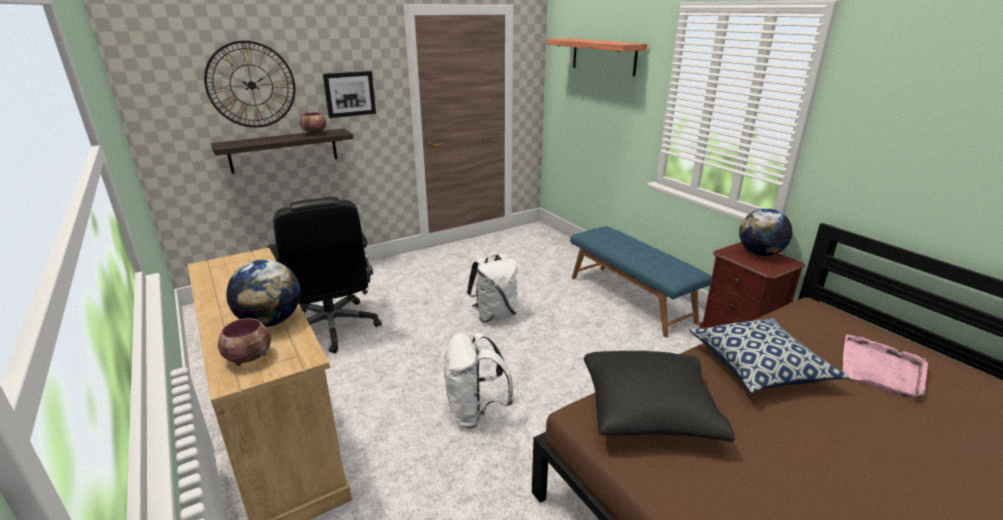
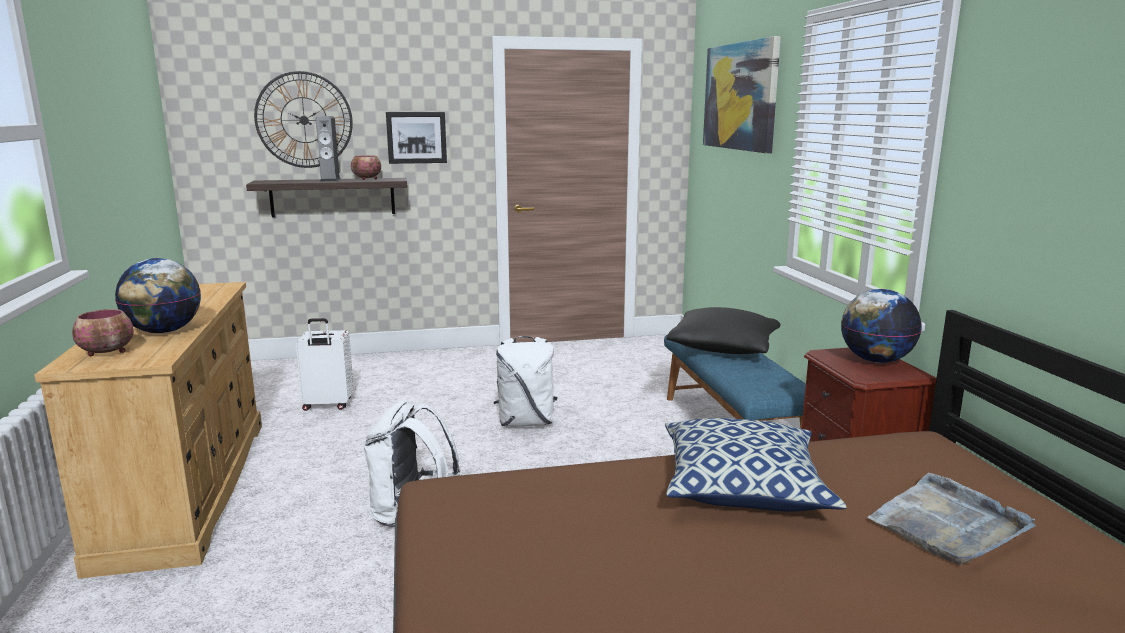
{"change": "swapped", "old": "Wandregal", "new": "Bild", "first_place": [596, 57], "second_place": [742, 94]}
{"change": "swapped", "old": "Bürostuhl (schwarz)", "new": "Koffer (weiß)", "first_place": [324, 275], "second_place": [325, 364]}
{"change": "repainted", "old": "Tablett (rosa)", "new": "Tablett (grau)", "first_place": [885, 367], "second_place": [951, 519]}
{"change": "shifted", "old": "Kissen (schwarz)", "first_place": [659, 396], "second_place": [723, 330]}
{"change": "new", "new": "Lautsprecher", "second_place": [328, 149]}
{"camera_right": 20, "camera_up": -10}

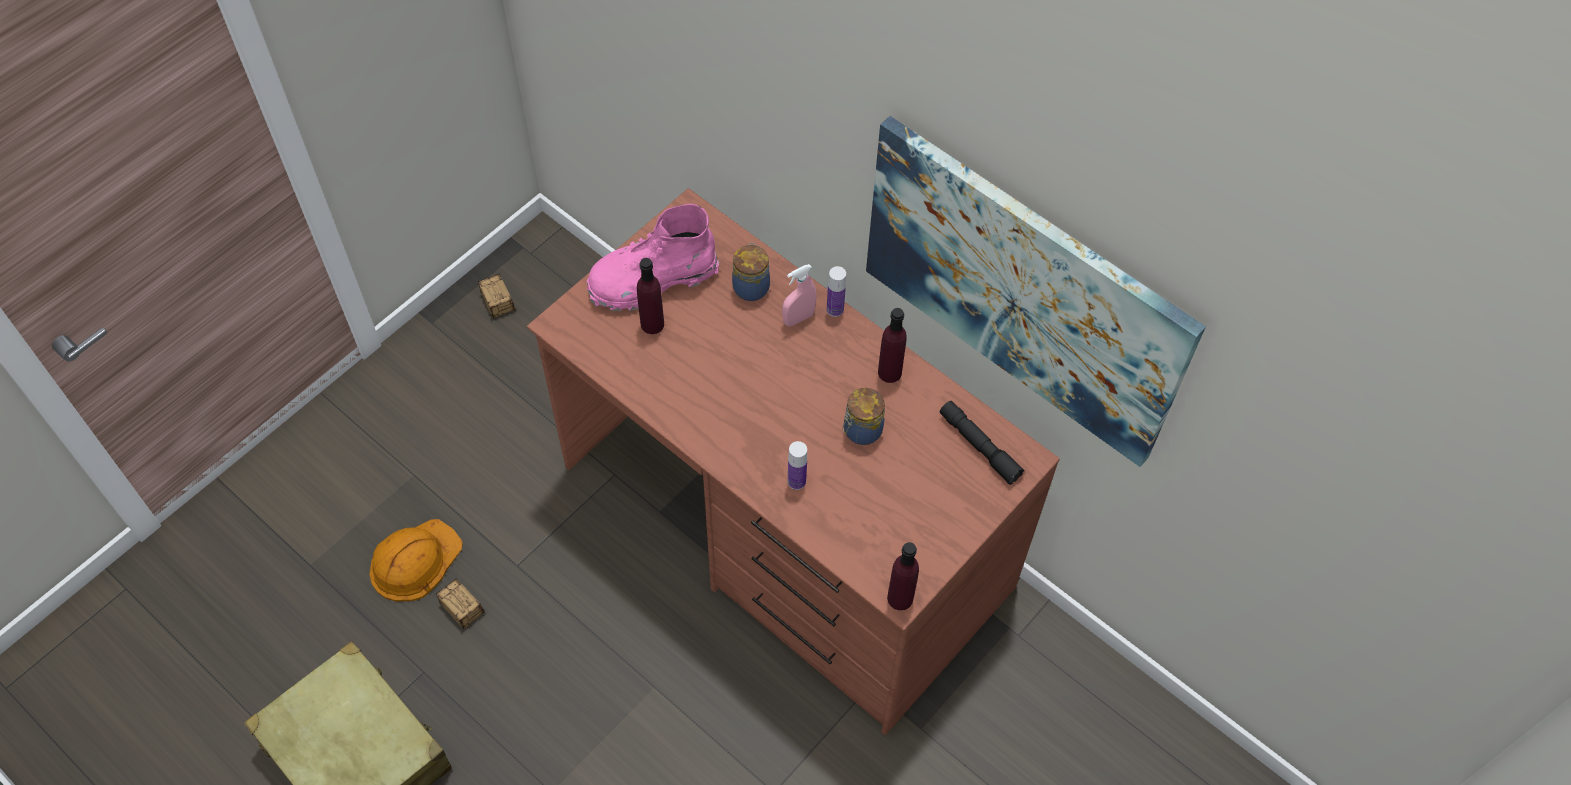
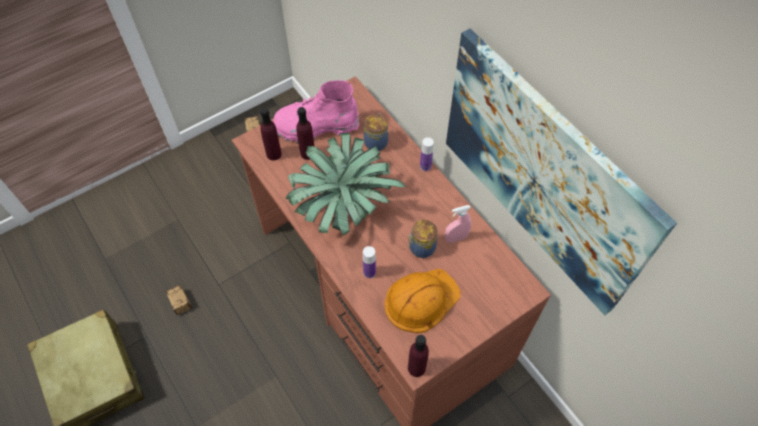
{"change": "shifted", "old": "Sprühflasche (rosa)", "first_place": [799, 295], "second_place": [458, 224]}
{"change": "shifted", "old": "Flasche (lila)", "first_place": [892, 345], "second_place": [271, 134]}
{"change": "gone", "old": "Taschenlampe (schwarz)", "first_place": [981, 443]}
{"change": "shifted", "old": "Schutzhelm (orange)", "first_place": [416, 560], "second_place": [422, 301]}
{"change": "new", "new": "Topfpflanze", "second_place": [346, 184]}
{"camera_right": 15, "camera_up": 0}

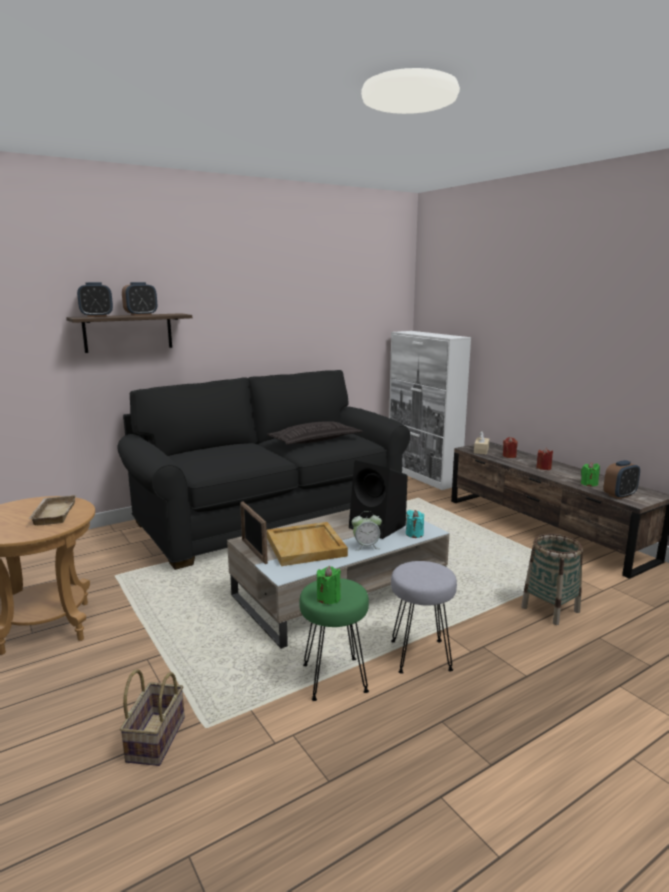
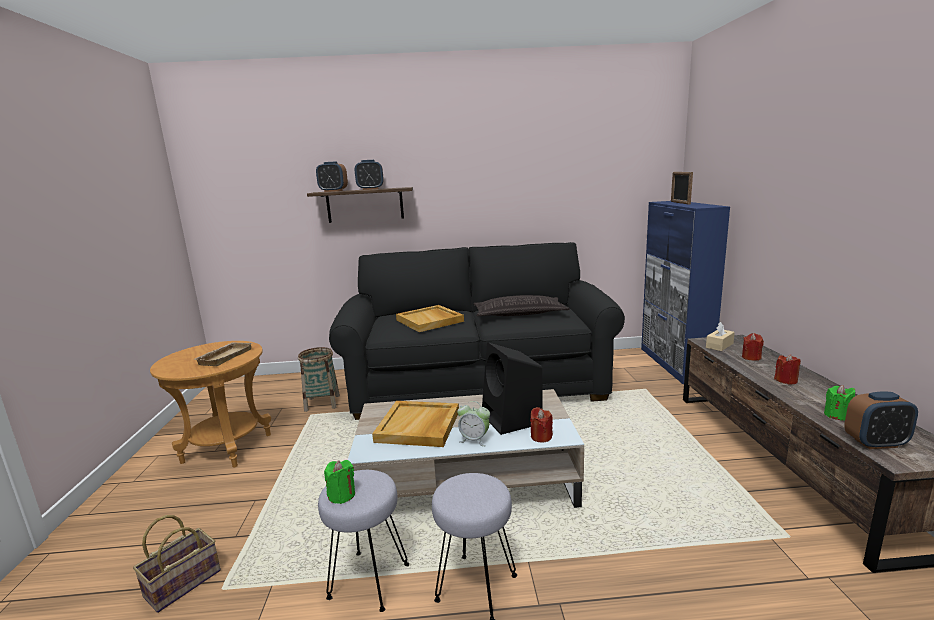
{"change": "repainted", "old": "Schrank (weiß)", "new": "Schrank (blau)", "first_place": [430, 410], "second_place": [685, 292]}
{"change": "shifted", "old": "Bilderrahmen", "first_place": [254, 532], "second_place": [682, 188]}
{"change": "repainted", "old": "Kerze (türkis)", "new": "Kerze (rot)", "first_place": [415, 524], "second_place": [541, 424]}
{"change": "shifted", "old": "Korb", "first_place": [552, 579], "second_place": [319, 379]}
{"change": "repainted", "old": "Hocker (grün)", "new": "Hocker (grau)", "first_place": [334, 639], "second_place": [363, 541]}
{"change": "new", "new": "Tablett (beige)", "second_place": [430, 318]}
{"camera_right": 30, "camera_up": 0}

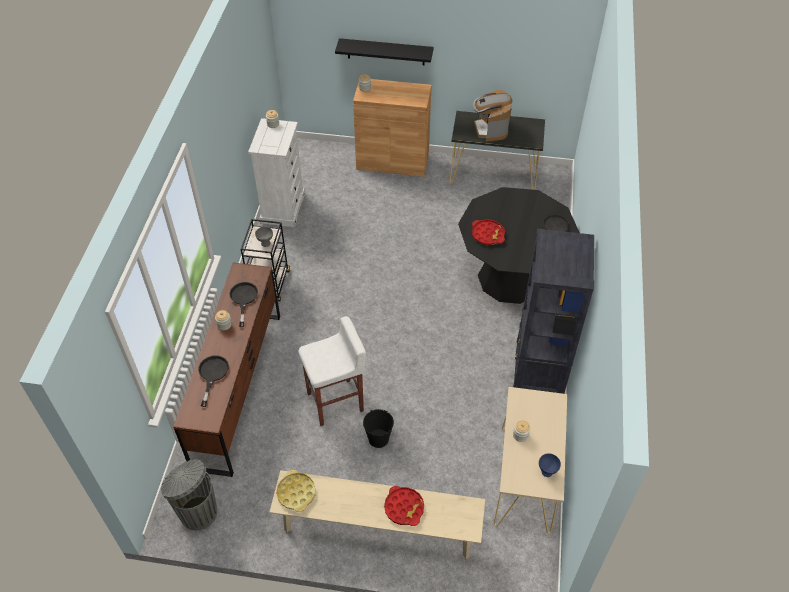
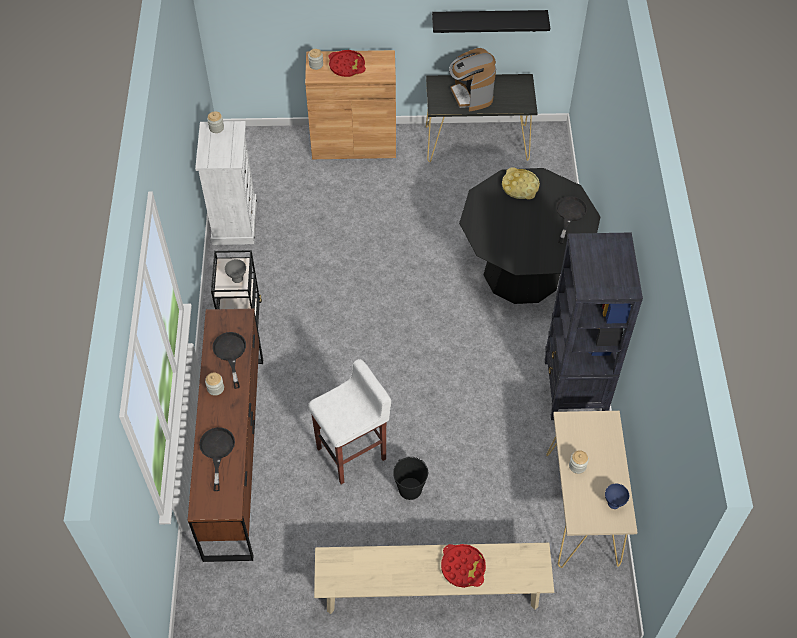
{"change": "shifted", "old": "Wandregal (schwarz)", "first_place": [384, 51], "second_place": [491, 21]}
{"change": "shifted", "old": "Tablett (rot)", "first_place": [488, 232], "second_place": [347, 63]}
{"change": "gone", "old": "Mülleimer (grau)", "first_place": [189, 494]}
{"change": "shifted", "old": "Tablett (gelb)", "first_place": [296, 491], "second_place": [521, 183]}
{"camera_right": -10, "camera_up": 5}

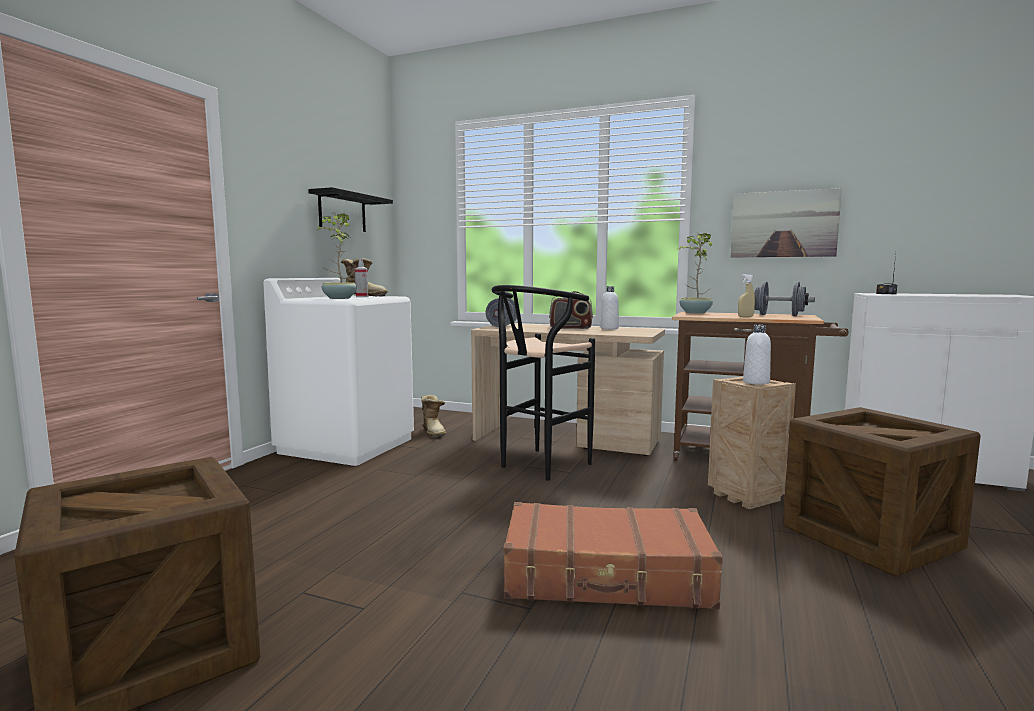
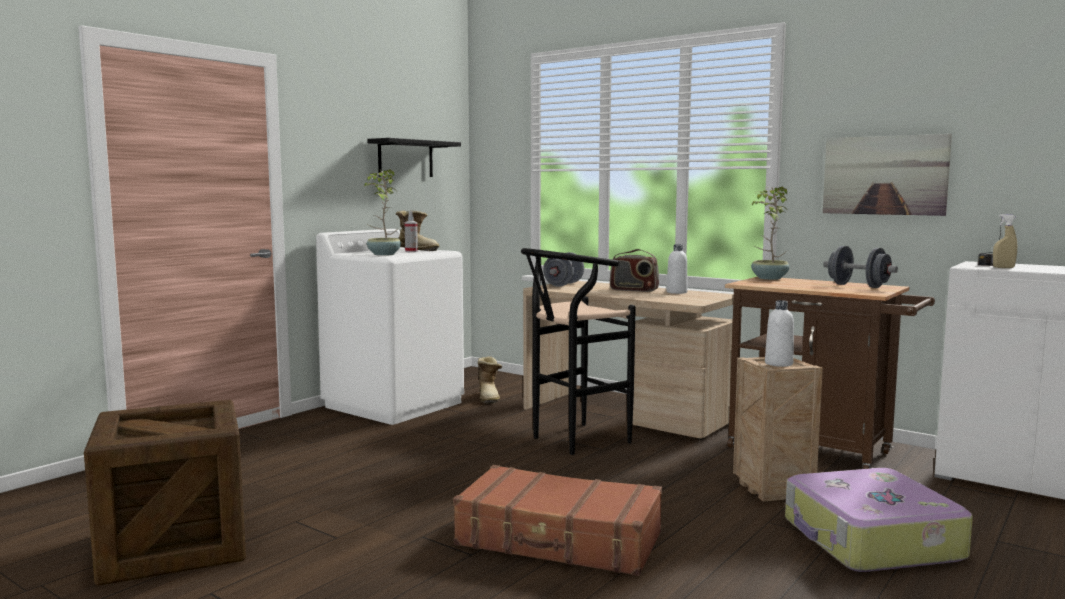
{"change": "shifted", "old": "Sprühflasche (beige)", "first_place": [746, 295], "second_place": [1005, 241]}
{"change": "swapped", "old": "Kiste", "new": "Koffer", "first_place": [882, 492], "second_place": [879, 520]}
{"camera_right": 15, "camera_up": 0}

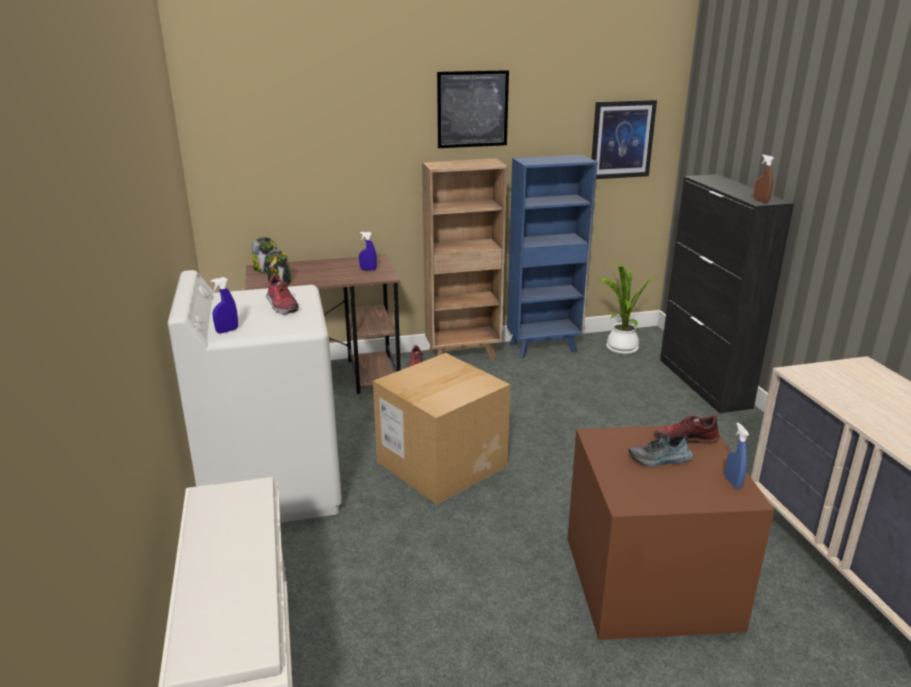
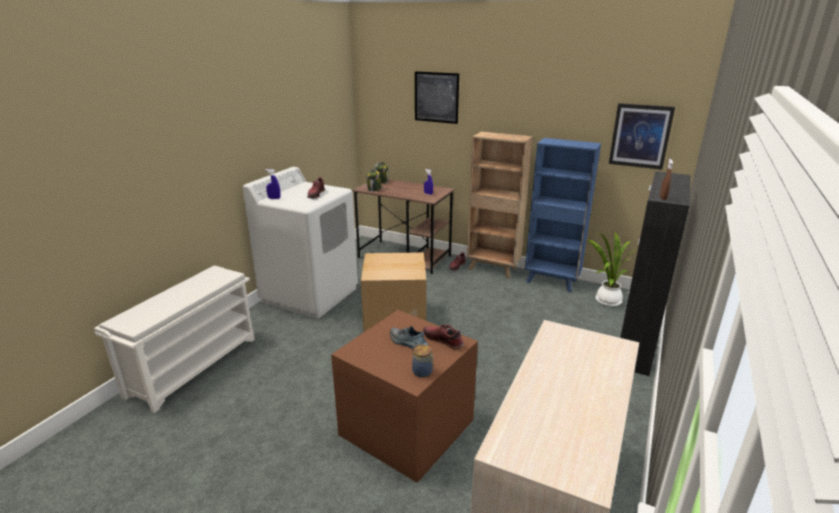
{"change": "shifted", "old": "Bild", "first_place": [473, 109], "second_place": [437, 97]}
{"change": "swapped", "old": "Sprühflasche (blau)", "new": "Vorratsglas", "first_place": [737, 456], "second_place": [423, 361]}
{"camera_right": 40, "camera_up": 0}

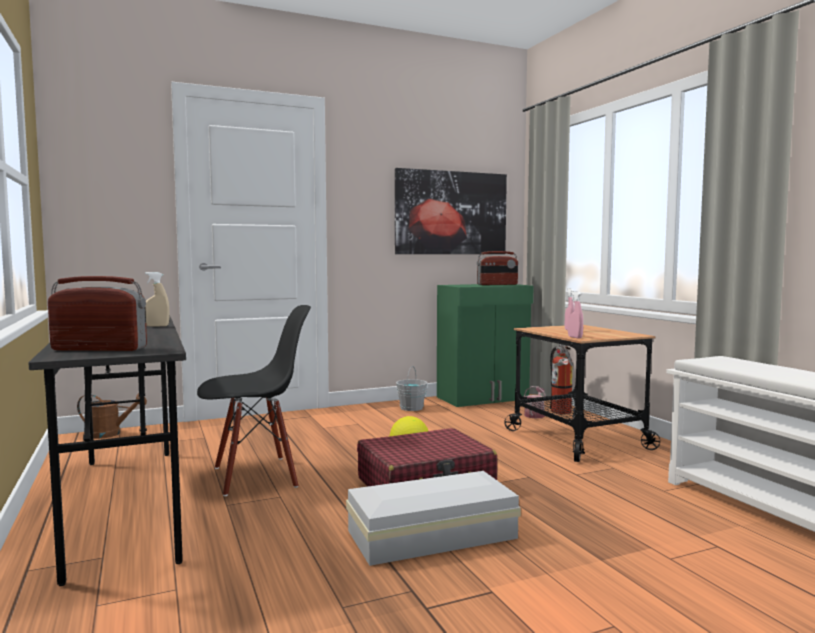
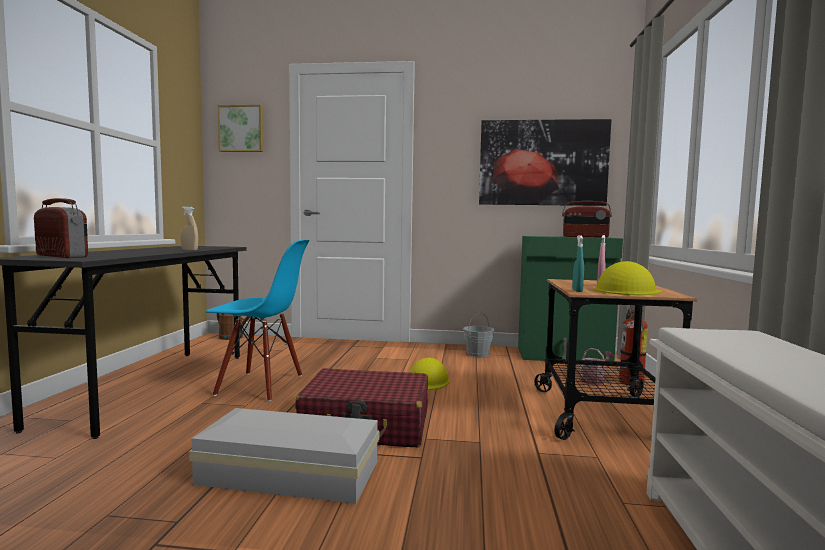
{"change": "repainted", "old": "Sprühflasche (rosa)", "new": "Sprühflasche (türkis)", "first_place": [575, 315], "second_place": [578, 263]}
{"change": "repainted", "old": "Stuhl (schwarz)", "new": "Stuhl (blau)", "first_place": [254, 400], "second_place": [257, 320]}
{"change": "new", "new": "Bild", "second_place": [241, 128]}
{"change": "new", "new": "Schutzhelm (gelb)", "second_place": [628, 278]}
{"camera_right": 30, "camera_up": 0}

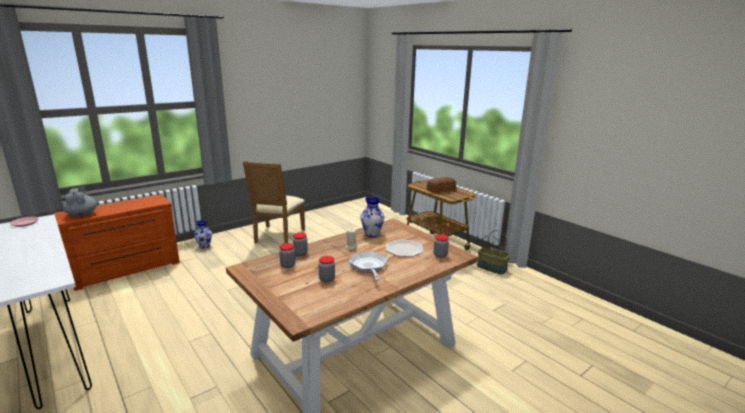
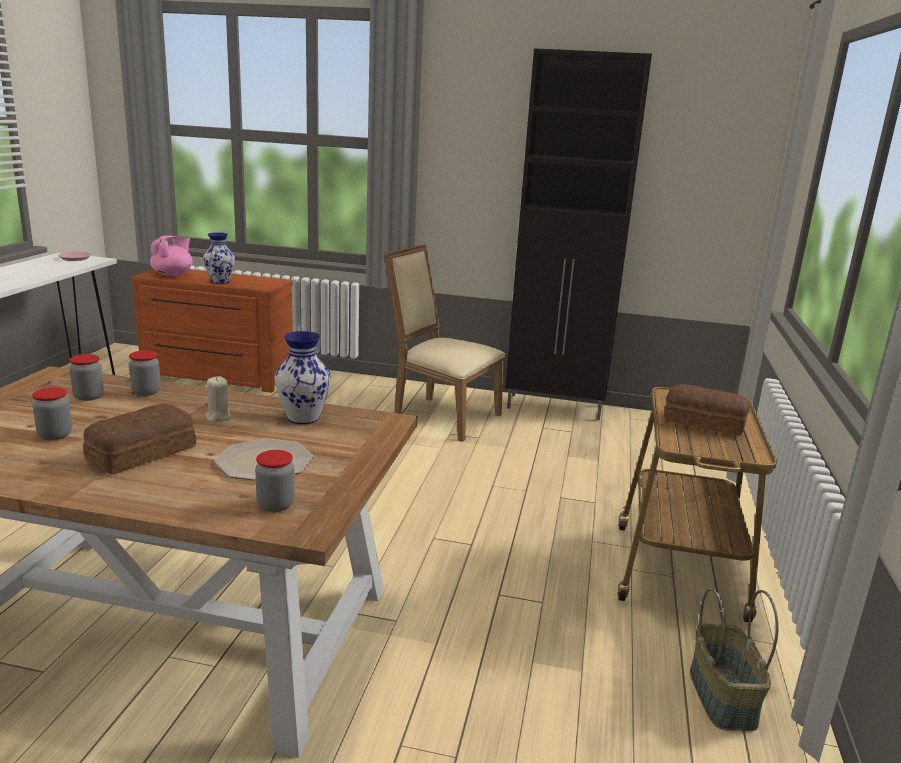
{"change": "rotated", "old": "Stuhl (beige)", "first_place": [274, 202], "second_place": [444, 343], "degrees": 60}
{"change": "repainted", "old": "Teekanne (grau)", "new": "Teekanne (rosa)", "first_place": [80, 201], "second_place": [171, 255]}
{"change": "shifted", "old": "Vase", "first_place": [203, 234], "second_place": [219, 258]}
{"change": "swapped", "old": "Pfanne", "new": "Brot", "first_place": [368, 265], "second_place": [139, 439]}
{"change": "new", "new": "Schrank (schwarz)", "second_place": [578, 234]}
{"camera_right": 50, "camera_up": 0}

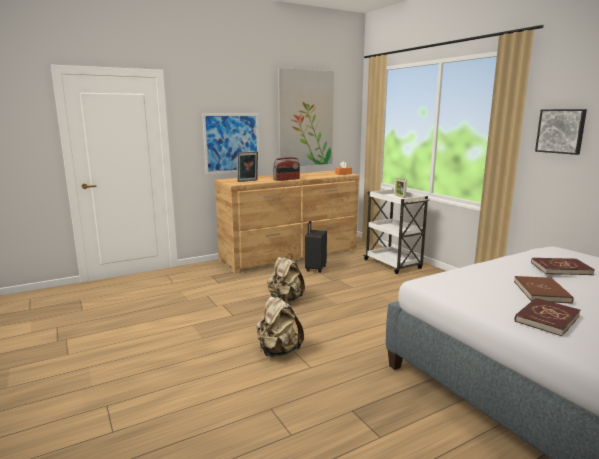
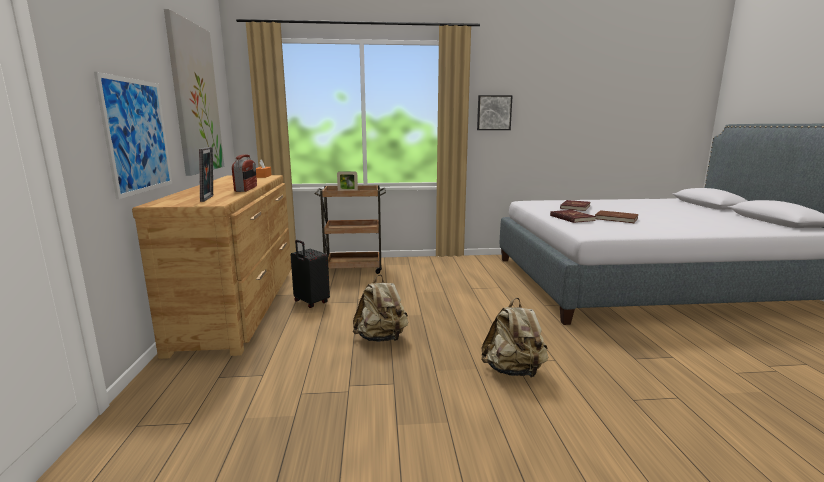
{"change": "repainted", "old": "Rollwagen (weiß)", "new": "Rollwagen (braun)", "first_place": [397, 231], "second_place": [350, 229]}
{"change": "shifted", "old": "Buch (rot)", "first_place": [548, 317], "second_place": [573, 216]}
{"camera_right": -65, "camera_up": 0}

